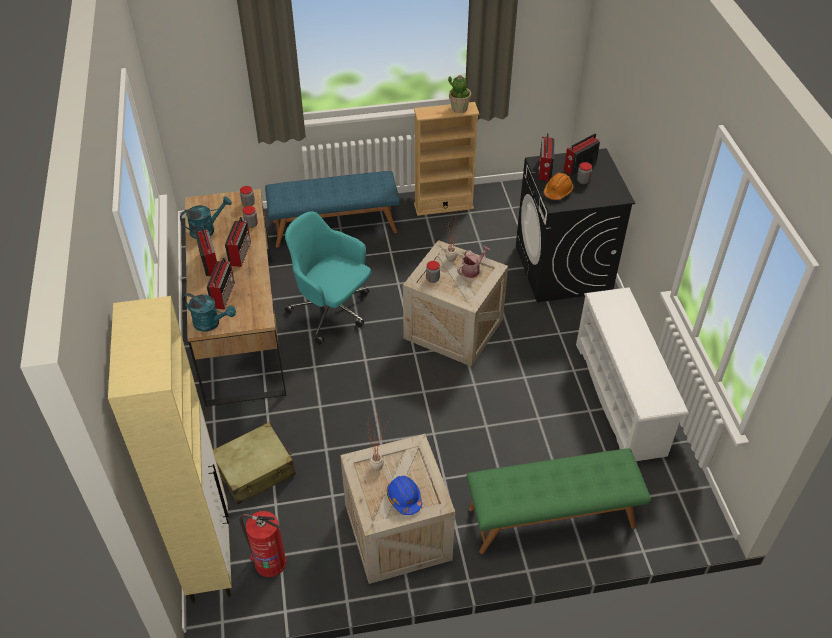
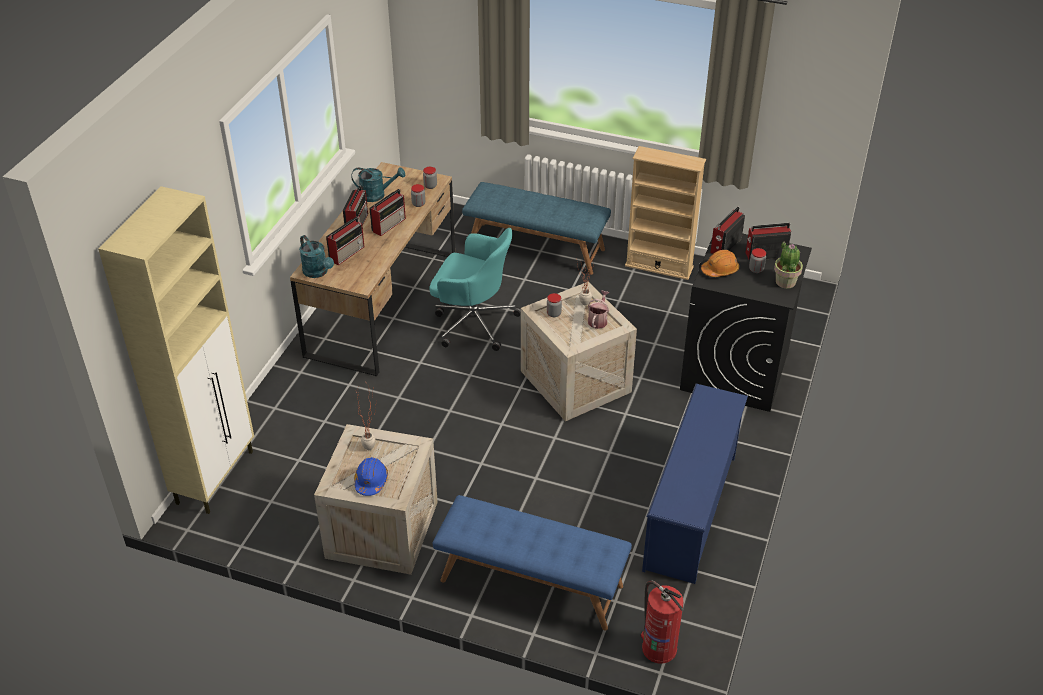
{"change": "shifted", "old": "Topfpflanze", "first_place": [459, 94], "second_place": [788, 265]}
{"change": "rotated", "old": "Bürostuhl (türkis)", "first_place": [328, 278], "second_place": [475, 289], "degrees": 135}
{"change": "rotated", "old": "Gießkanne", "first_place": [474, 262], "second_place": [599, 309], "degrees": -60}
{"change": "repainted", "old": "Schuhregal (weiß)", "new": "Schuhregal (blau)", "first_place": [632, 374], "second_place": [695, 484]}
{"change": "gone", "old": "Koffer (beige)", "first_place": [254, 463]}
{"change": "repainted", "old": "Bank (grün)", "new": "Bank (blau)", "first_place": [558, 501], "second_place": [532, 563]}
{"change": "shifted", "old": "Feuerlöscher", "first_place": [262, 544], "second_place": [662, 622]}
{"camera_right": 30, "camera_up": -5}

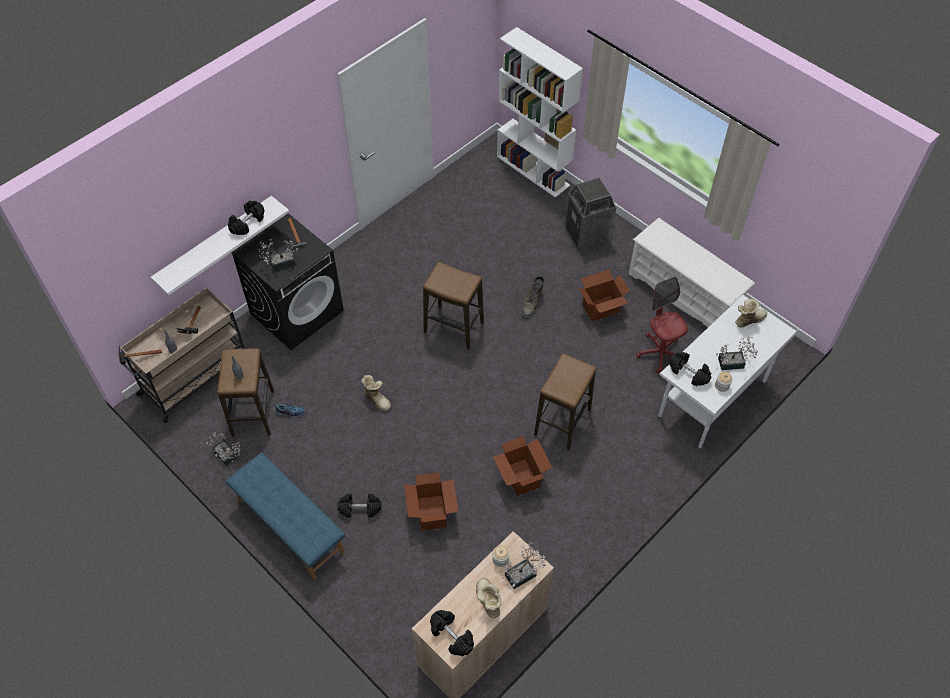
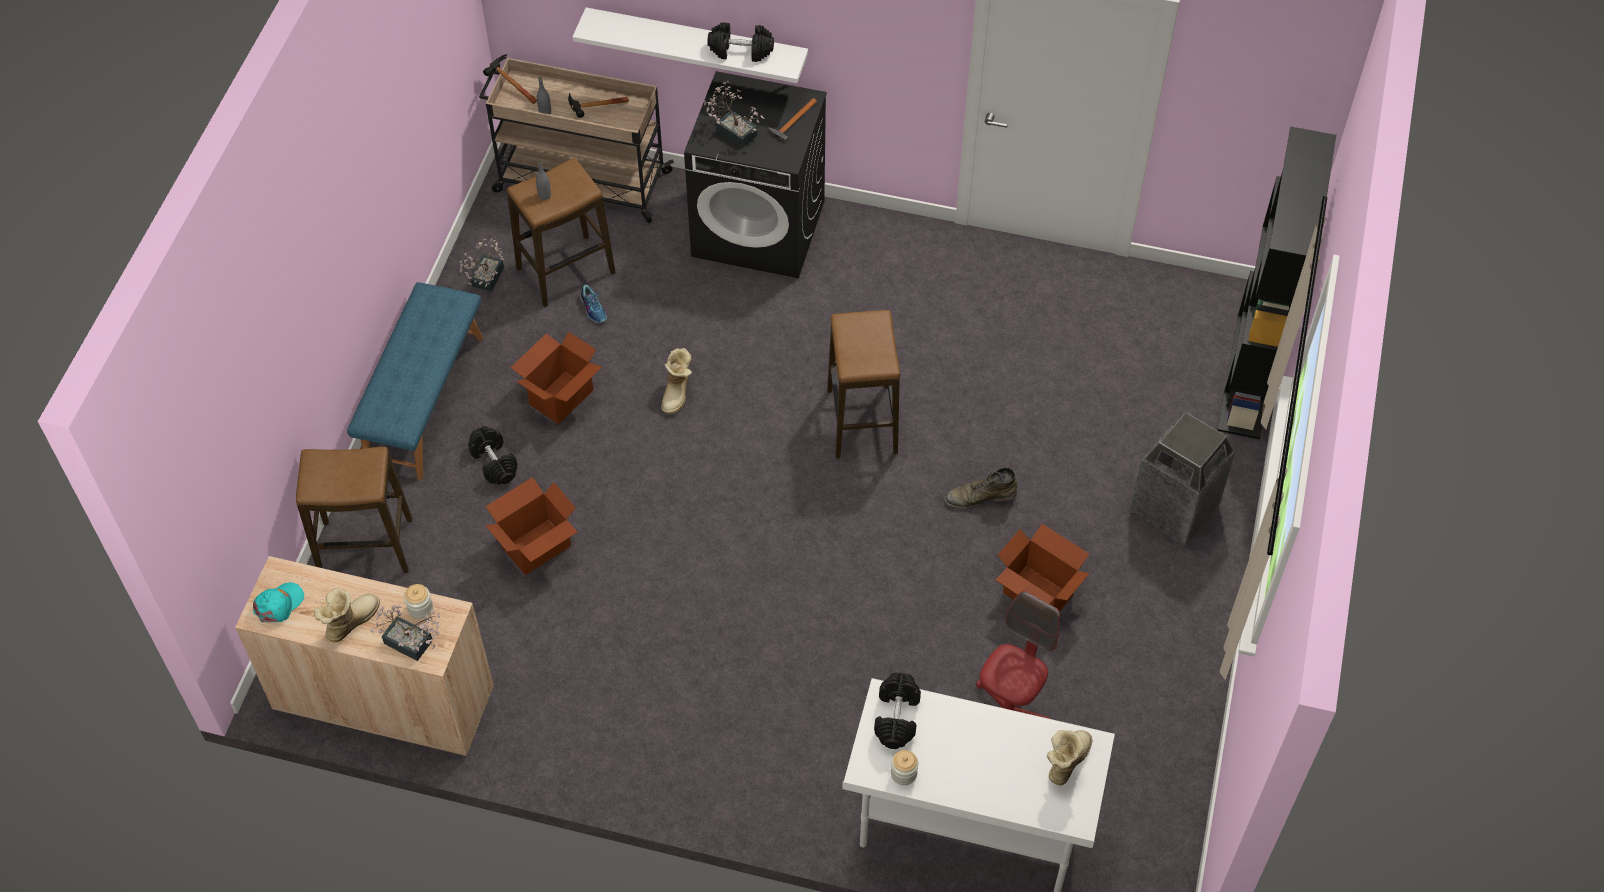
{"change": "repainted", "old": "Bücherregal (weiß)", "new": "Bücherregal (schwarz)", "first_place": [540, 112], "second_place": [1276, 283]}
{"change": "gone", "old": "Schuhregal (weiß)", "first_place": [692, 272]}
{"change": "rotated", "old": "Stiefel", "first_place": [751, 313], "second_place": [1069, 757], "degrees": -90}
{"change": "gone", "old": "Topfpflanze", "first_place": [737, 353]}
{"change": "shifted", "old": "Hocker", "first_place": [565, 402], "second_place": [354, 510]}
{"change": "shifted", "old": "Karton", "first_place": [522, 466], "second_place": [556, 378]}
{"change": "swapped", "old": "Hantel (schwarz)", "new": "Kappe (türkis)", "first_place": [452, 633], "second_place": [278, 602]}
{"camera_right": 60, "camera_up": 0}

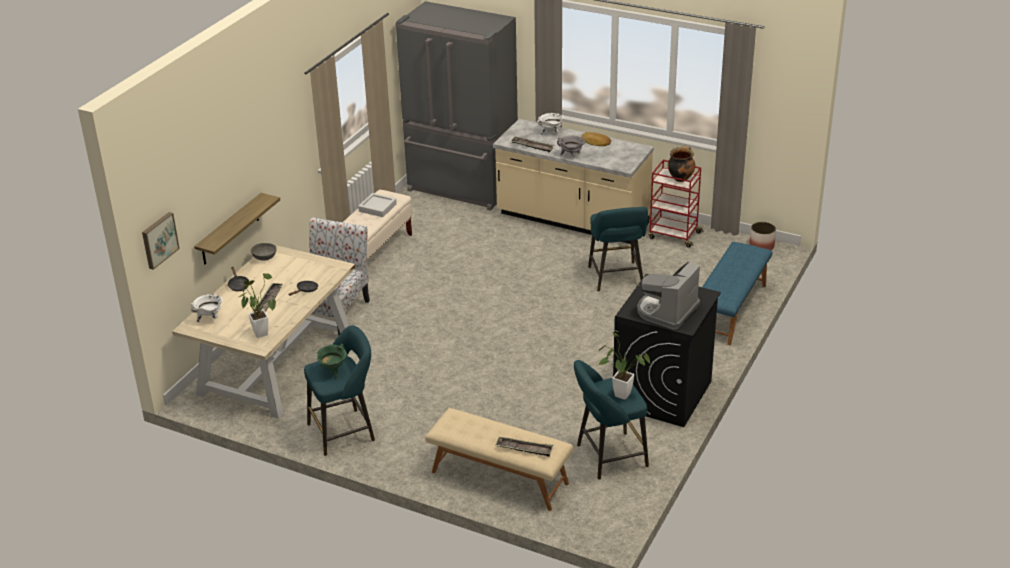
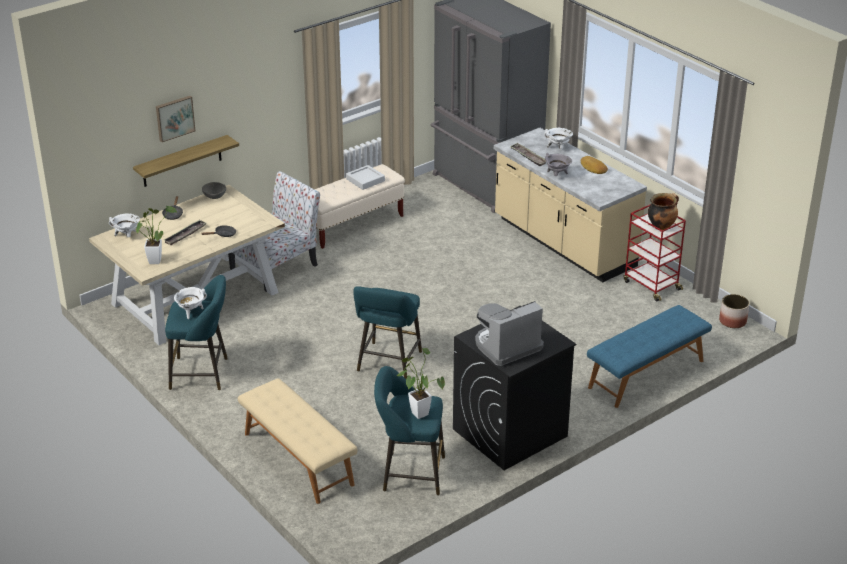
{"change": "shifted", "old": "Hocker (türkis)", "first_place": [618, 249], "second_place": [387, 332]}
{"change": "shifted", "old": "Bild", "first_place": [161, 241], "second_place": [175, 119]}
{"change": "repainted", "old": "Kochtopf (grün)", "new": "Kochtopf (weiß)", "first_place": [332, 361], "second_place": [190, 303]}
{"change": "gone", "old": "Tablett", "first_place": [524, 447]}
{"camera_right": 25, "camera_up": 0}

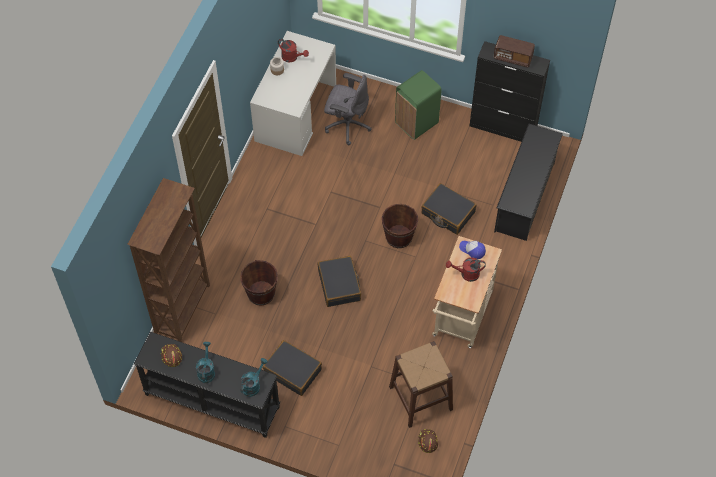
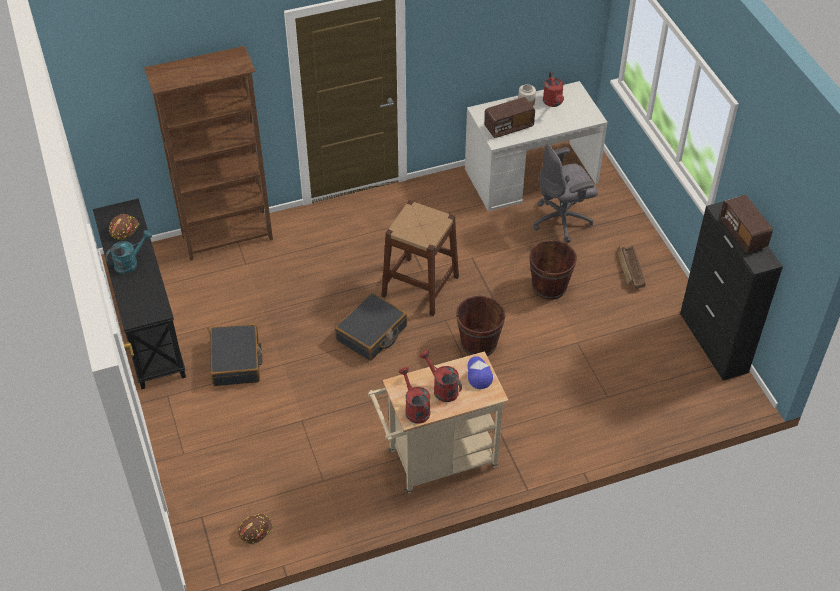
{"change": "swapped", "old": "Mülleimer (grün)", "new": "Kiste", "first_place": [418, 105], "second_place": [631, 267]}
{"change": "rotated", "old": "Bürostuhl (grau)", "first_place": [348, 109], "second_place": [566, 193], "degrees": 90}
{"change": "gone", "old": "Schuhregal (schwarz)", "first_place": [528, 182]}
{"change": "gone", "old": "Koffer (schwarz)", "first_place": [448, 209]}
{"change": "shifted", "old": "Eimer (braun)", "first_place": [259, 283], "second_place": [553, 270]}
{"change": "shifted", "old": "Hocker (braun)", "first_place": [421, 384], "second_place": [420, 258]}
{"change": "gone", "old": "Gießkanne (türkis)", "first_place": [254, 377]}
{"change": "new", "new": "Radio", "second_place": [509, 117]}
{"change": "new", "new": "Gießkanne (rot)", "second_place": [414, 395]}
{"camera_right": 50, "camera_up": -10}

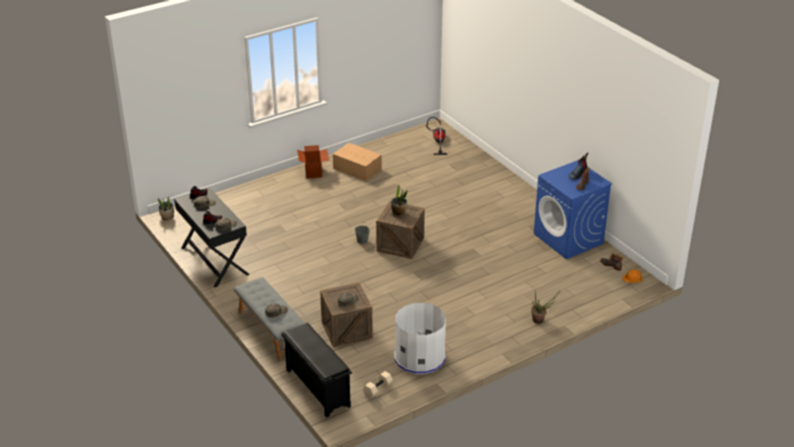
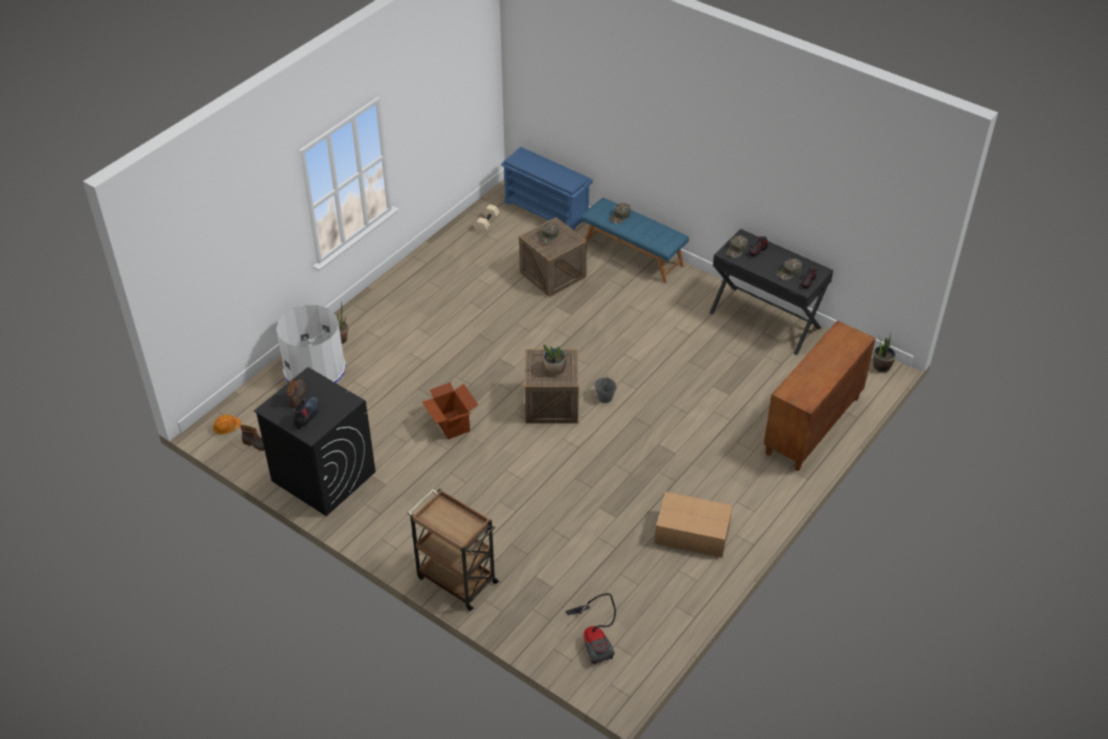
{"change": "shifted", "old": "Karton", "first_place": [313, 162], "second_place": [450, 411]}
{"change": "repainted", "old": "Waschmaschine (blau)", "new": "Waschmaschine (schwarz)", "first_place": [573, 209], "second_place": [315, 441]}
{"change": "repainted", "old": "Bank (grau)", "new": "Bank (blau)", "first_place": [269, 319], "second_place": [635, 240]}
{"change": "shifted", "old": "Mülleimer (weiß)", "first_place": [420, 338], "second_place": [311, 344]}
{"change": "repainted", "old": "Schuhregal (schwarz)", "new": "Schuhregal (blau)", "first_place": [317, 370], "second_place": [547, 188]}
{"change": "new", "new": "Schrank (braun)", "second_place": [820, 395]}
{"change": "new", "new": "Rollwagen (braun)", "second_place": [454, 549]}
{"camera_right": 160, "camera_up": 10}

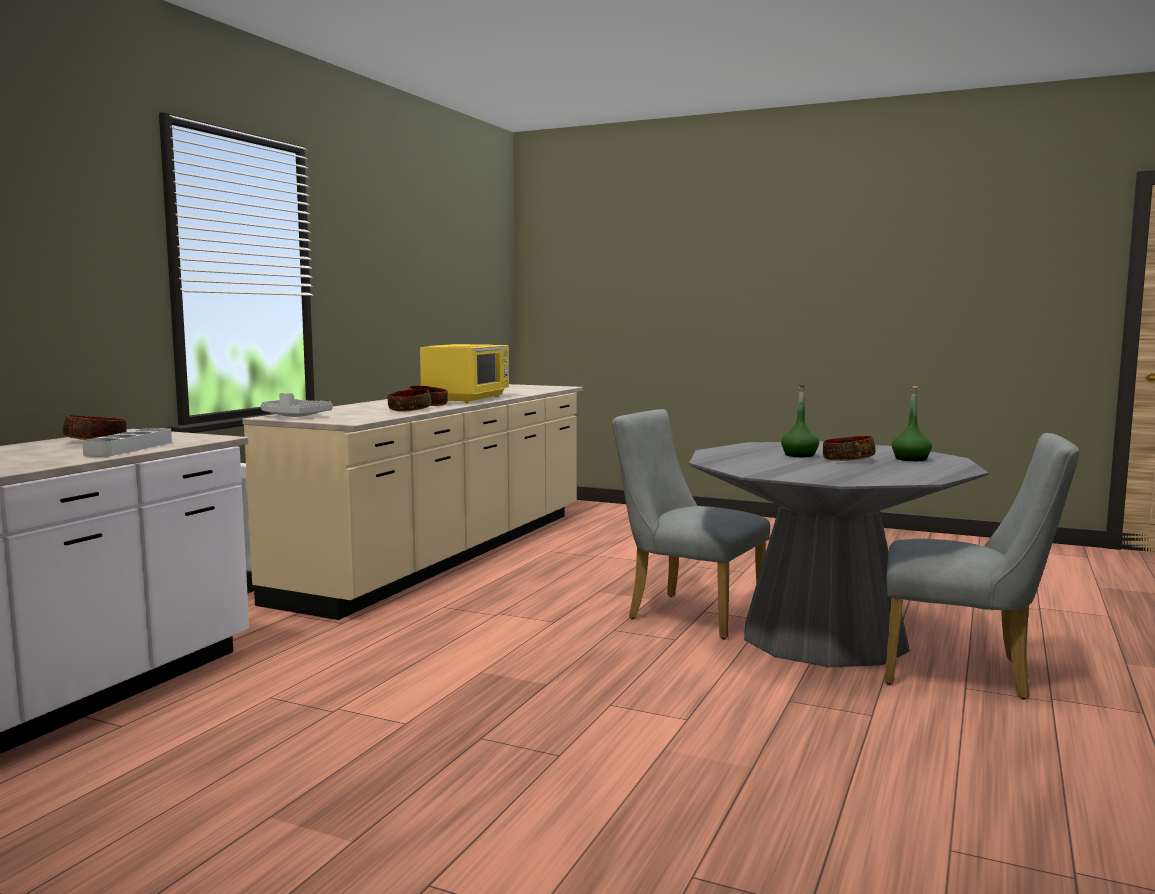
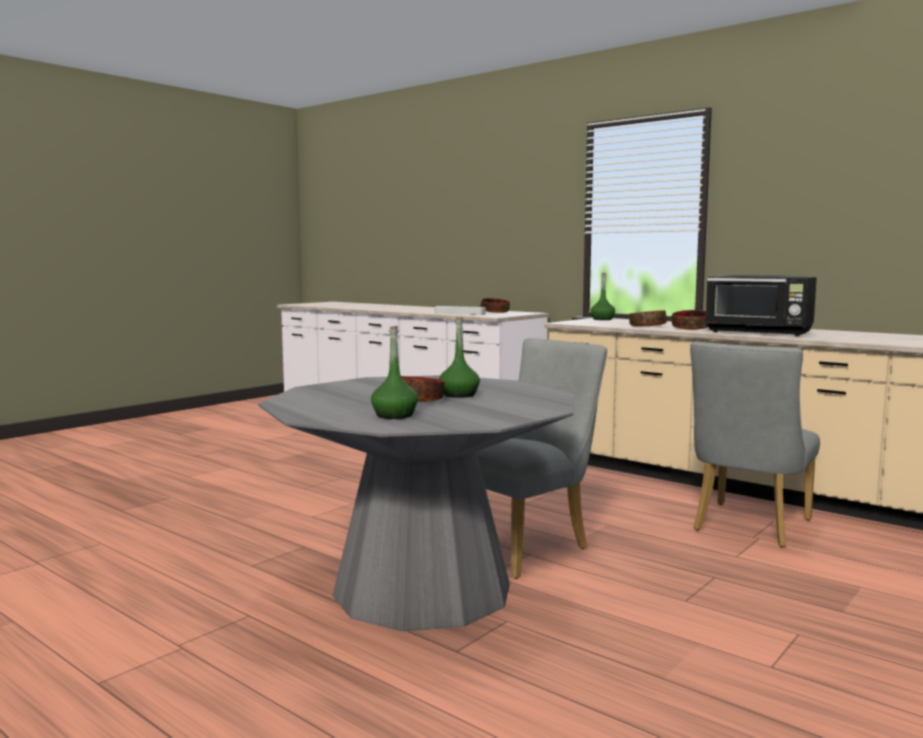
{"change": "repainted", "old": "Mikrowelle (gelb)", "new": "Mikrowelle (schwarz)", "first_place": [464, 373], "second_place": [761, 305]}
{"change": "swapped", "old": "Tablett (grau)", "new": "Flasche (grün)", "first_place": [296, 405], "second_place": [602, 296]}
{"change": "shifted", "old": "Stuhl (grau)", "first_place": [982, 566], "second_place": [755, 444]}
{"camera_right": 105, "camera_up": 0}

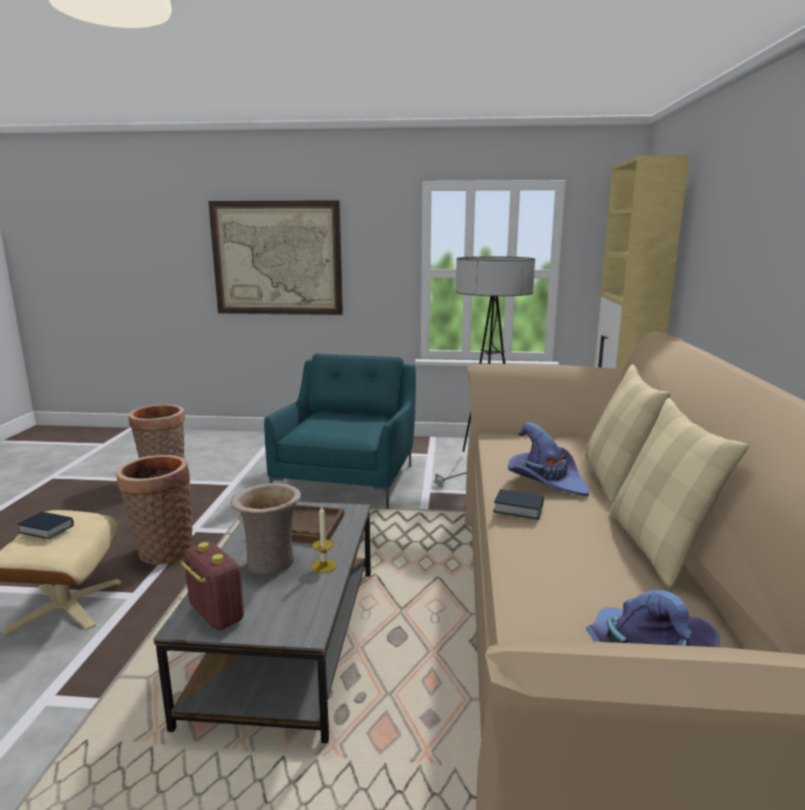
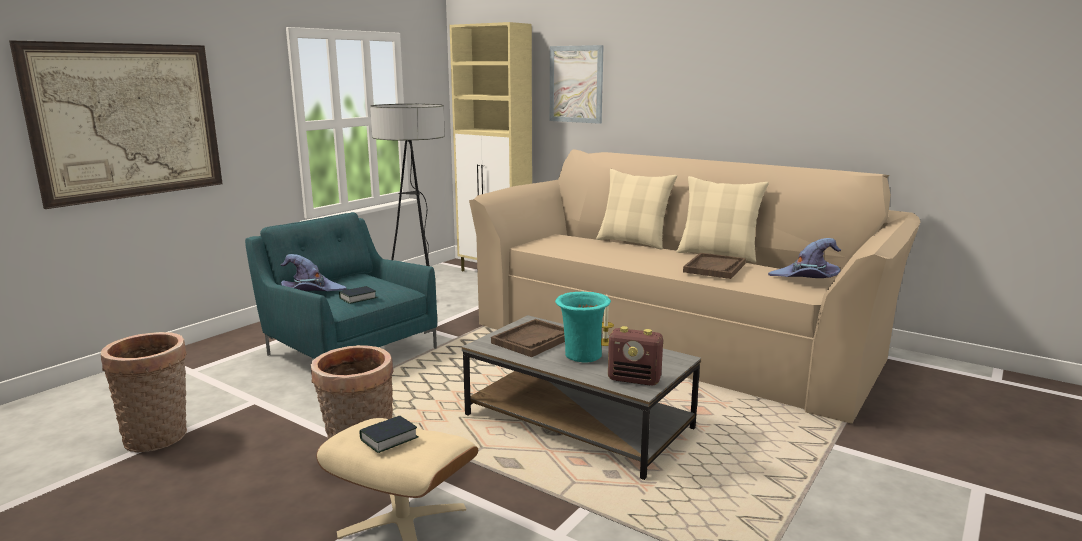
{"change": "shifted", "old": "Hut (lila)", "first_place": [549, 459], "second_place": [313, 272]}
{"change": "repainted", "old": "Vase (beige)", "new": "Vase (türkis)", "first_place": [265, 528], "second_place": [583, 327]}
{"change": "shifted", "old": "Buch", "first_place": [518, 504], "second_place": [358, 295]}
{"change": "rotated", "old": "Radio", "first_place": [212, 585], "second_place": [635, 356], "degrees": -150}
{"change": "new", "new": "Bild", "second_place": [577, 84]}
{"change": "new", "new": "Tablett (braun)", "second_place": [714, 266]}
{"camera_right": -60, "camera_up": 0}

